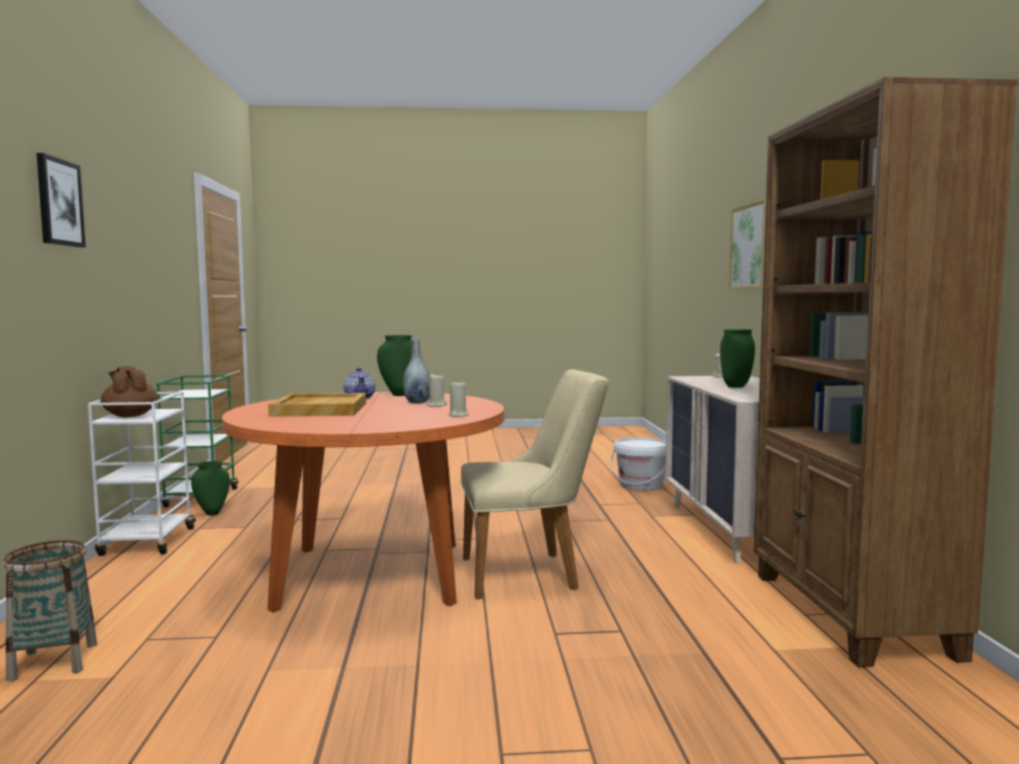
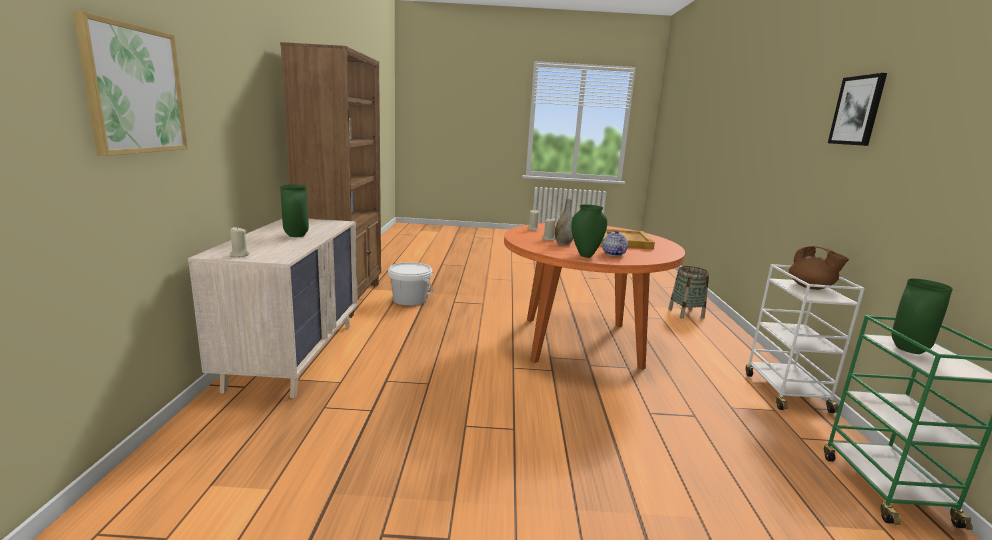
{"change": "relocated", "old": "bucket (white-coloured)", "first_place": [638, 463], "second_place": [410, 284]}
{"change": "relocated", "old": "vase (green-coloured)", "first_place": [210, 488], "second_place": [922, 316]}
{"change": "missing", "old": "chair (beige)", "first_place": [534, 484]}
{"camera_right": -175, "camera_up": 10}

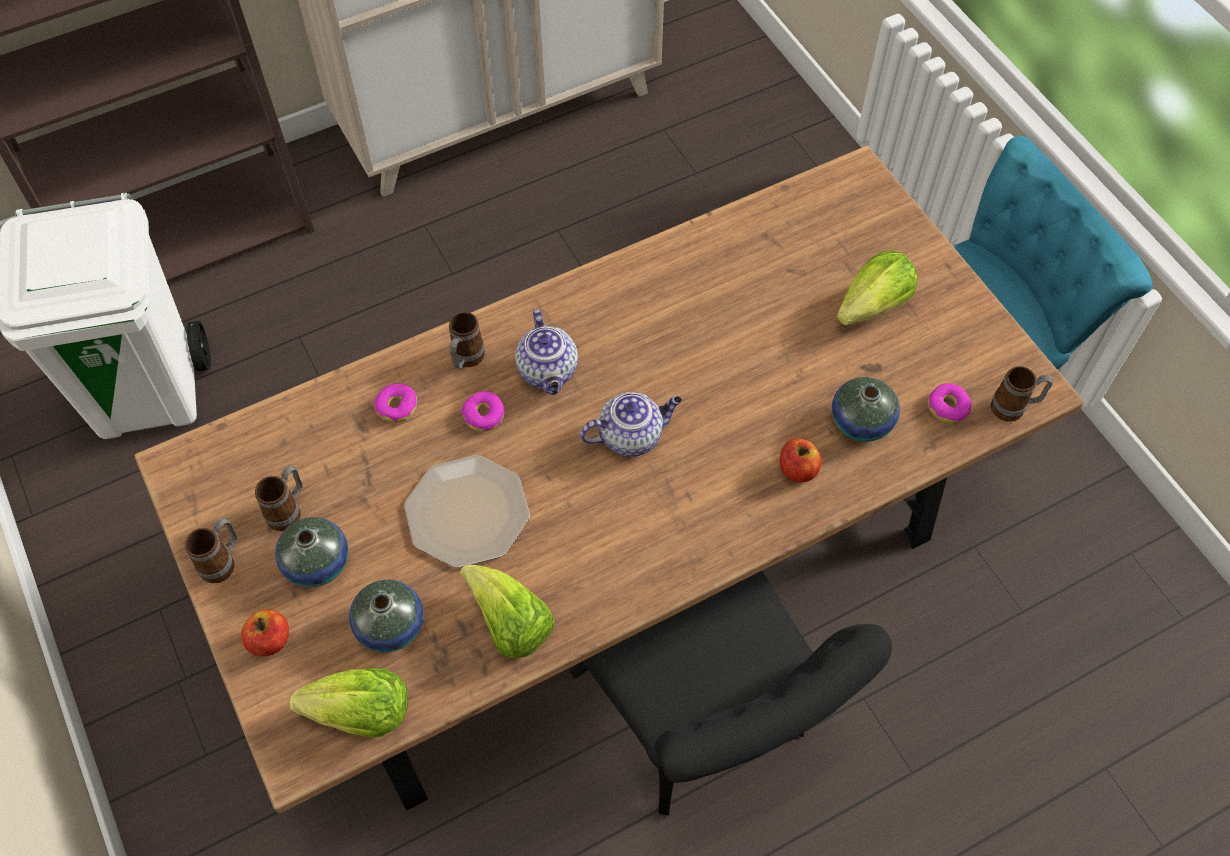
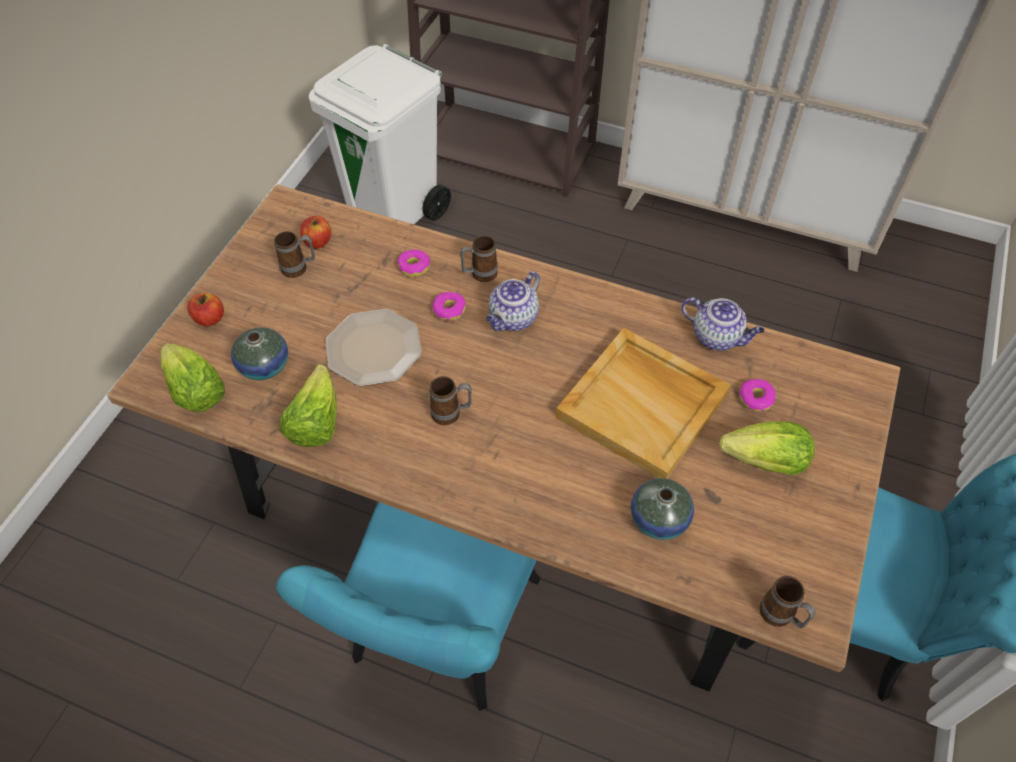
{"change": "colour", "old": "chair (black)", "new": "chair (blue-green)", "first_place": [731, 693], "second_place": [408, 606]}
{"change": "relocated", "old": "apple", "first_place": [801, 461], "second_place": [315, 232]}
{"change": "relocated", "old": "mug", "first_place": [211, 550], "second_place": [450, 400]}
{"change": "appeared", "new": "carrying tray (beige)", "second_place": [643, 403]}
{"change": "relocated", "old": "tea pot", "first_place": [631, 424], "second_place": [722, 324]}
{"change": "relocated", "old": "donut", "first_place": [950, 403], "second_place": [757, 395]}
{"change": "missing", "old": "vase", "first_place": [311, 552]}
{"camera_right": 50, "camera_up": -5}

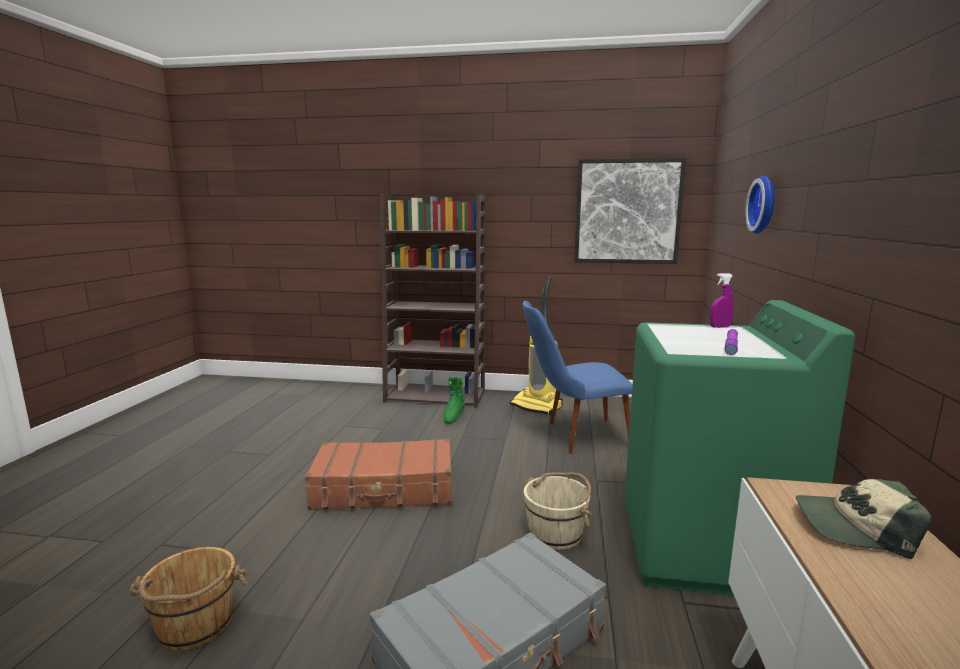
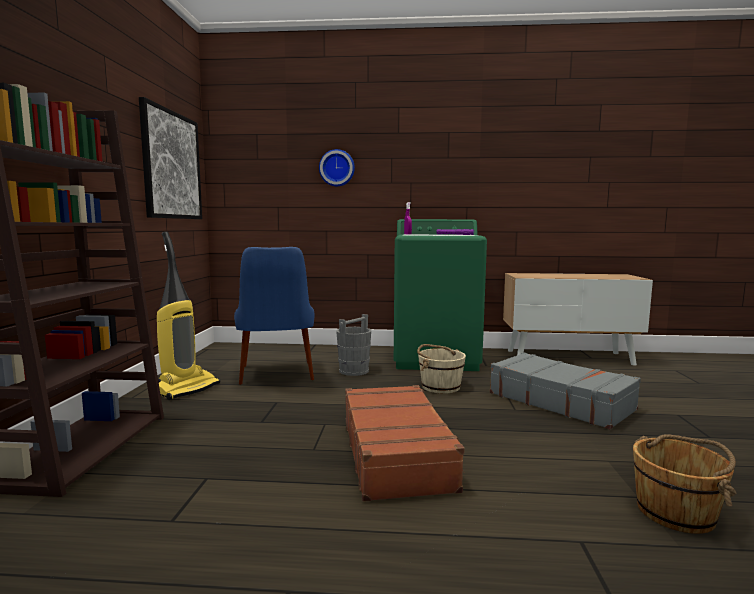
{"change": "appeared", "new": "bucket (gray)", "second_place": [353, 345]}
{"change": "missing", "old": "high-top boot (green-coloured)", "first_place": [454, 400]}
{"change": "missing", "old": "peaked cap", "first_place": [864, 519]}
{"camera_right": -95, "camera_up": -5}

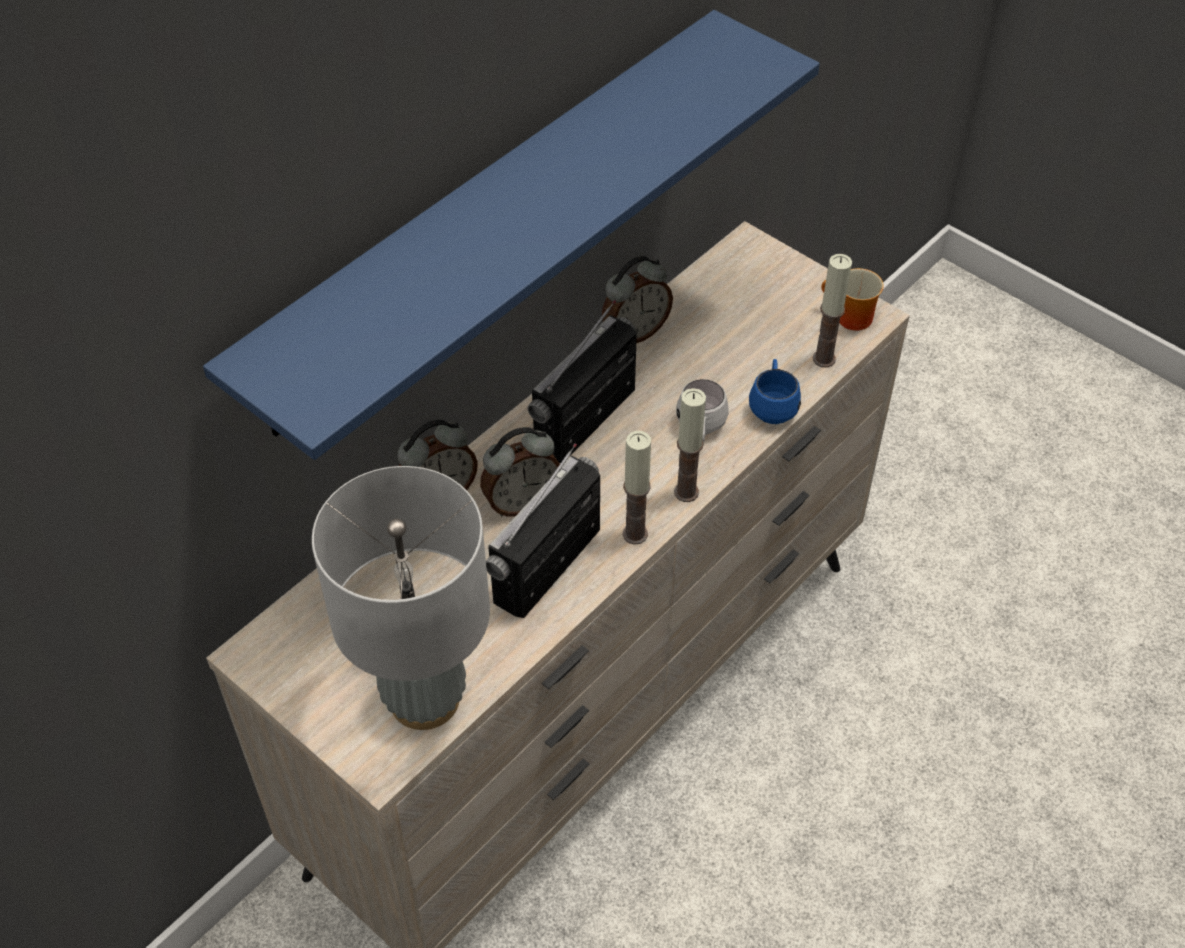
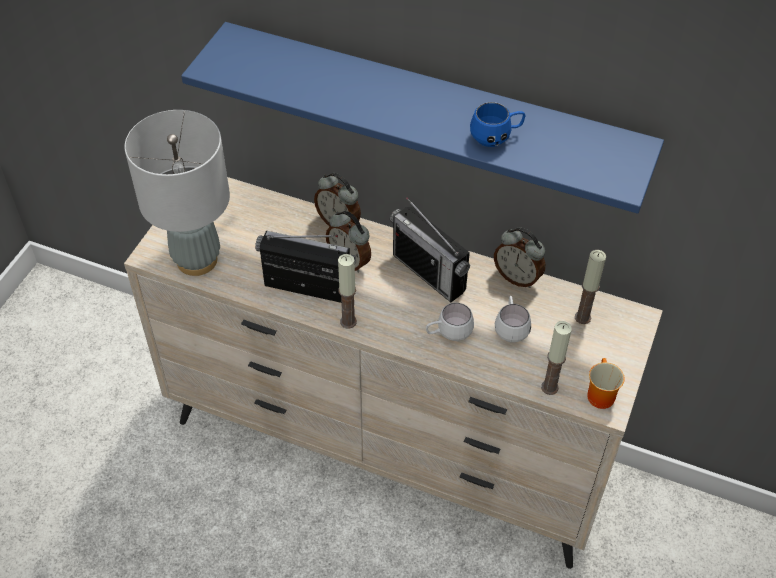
{"change": "spun", "old": "radio", "first_place": [582, 381], "second_place": [430, 249], "degrees": -150}
{"change": "relocated", "old": "mug (bluish)", "first_place": [775, 391], "second_place": [497, 124]}
{"change": "appeared", "new": "mug (white-coloured)", "second_place": [513, 319]}
{"change": "relocated", "old": "wax candle", "first_place": [690, 445], "second_place": [590, 287]}
{"camera_right": 70, "camera_up": 0}

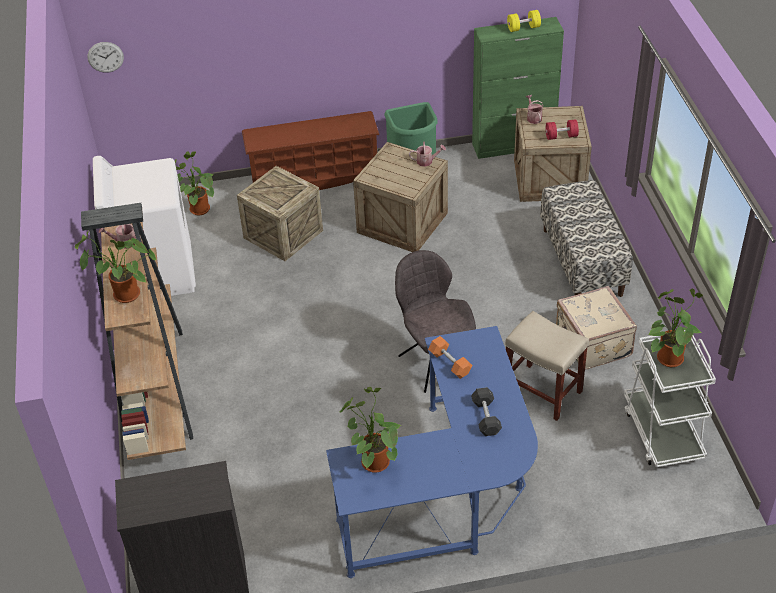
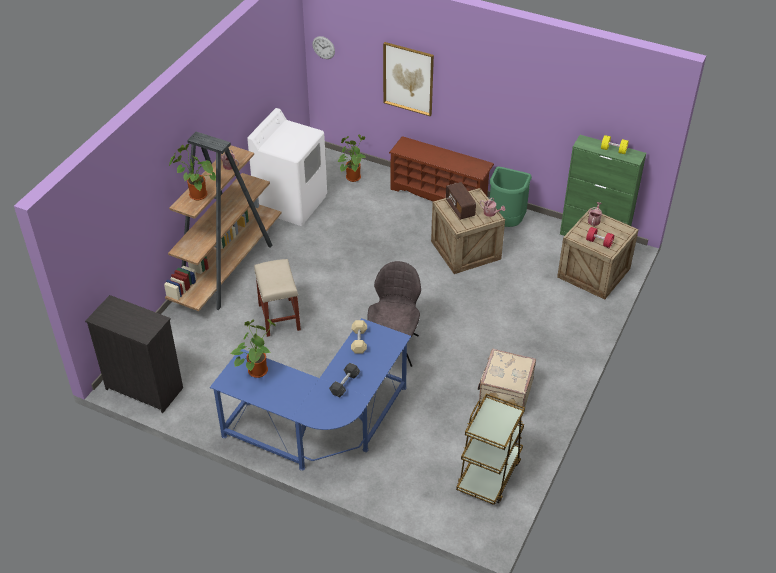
{"change": "relocated", "old": "stool (beige)", "first_place": [547, 366], "second_place": [277, 298]}
{"change": "colour", "old": "free weight (orangey)", "new": "free weight (beige)", "first_place": [450, 357], "second_place": [359, 337]}
{"change": "appeared", "new": "wall picture", "second_place": [408, 79]}
{"change": "appeared", "new": "radio", "second_place": [461, 201]}
{"change": "colour", "old": "cart (white-coloured)", "new": "cart (brown)", "first_place": [670, 398], "second_place": [490, 449]}
{"change": "missing", "old": "crate", "first_place": [280, 213]}
{"change": "missing", "old": "long seat", "first_place": [586, 238]}
{"change": "missing", "old": "houseplant", "first_place": [675, 328]}
{"camera_right": 35, "camera_up": 0}

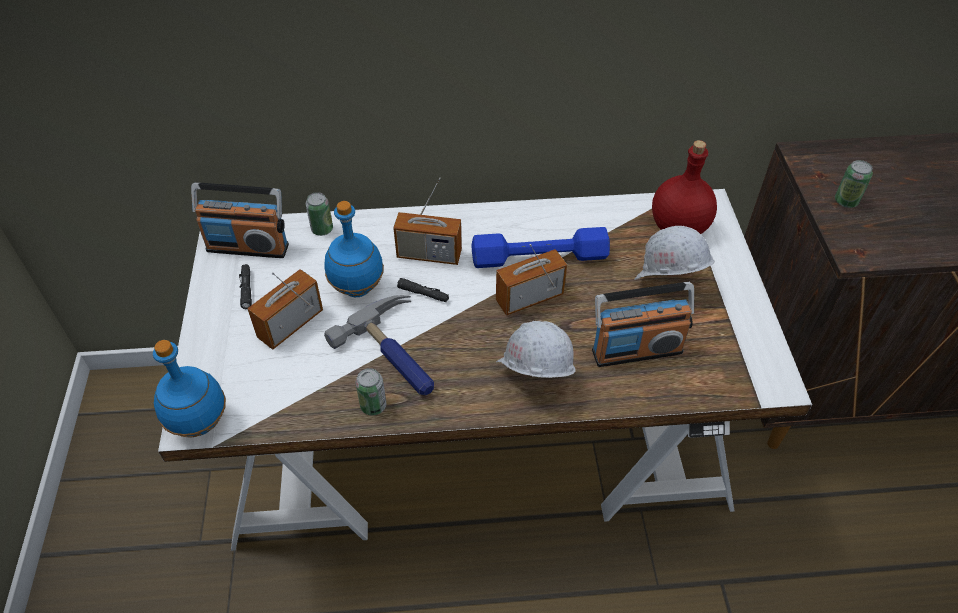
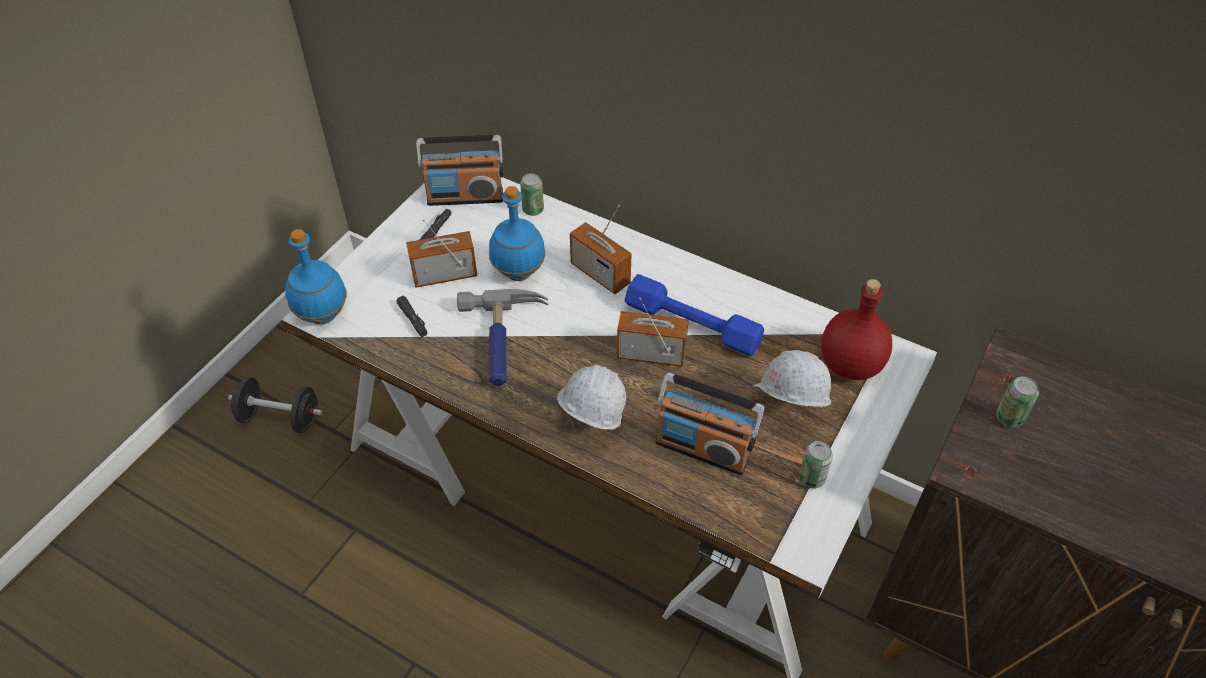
{"change": "appeared", "new": "free weight (black)", "second_place": [275, 405]}
{"change": "relocated", "old": "hand torch (black)", "first_place": [423, 290], "second_place": [411, 316]}
{"change": "spun", "old": "radio", "first_place": [240, 220], "second_place": [459, 170], "degrees": -45}
{"change": "relocated", "old": "sealed can", "first_place": [371, 391], "second_place": [816, 465]}
{"camera_right": 35, "camera_up": 0}

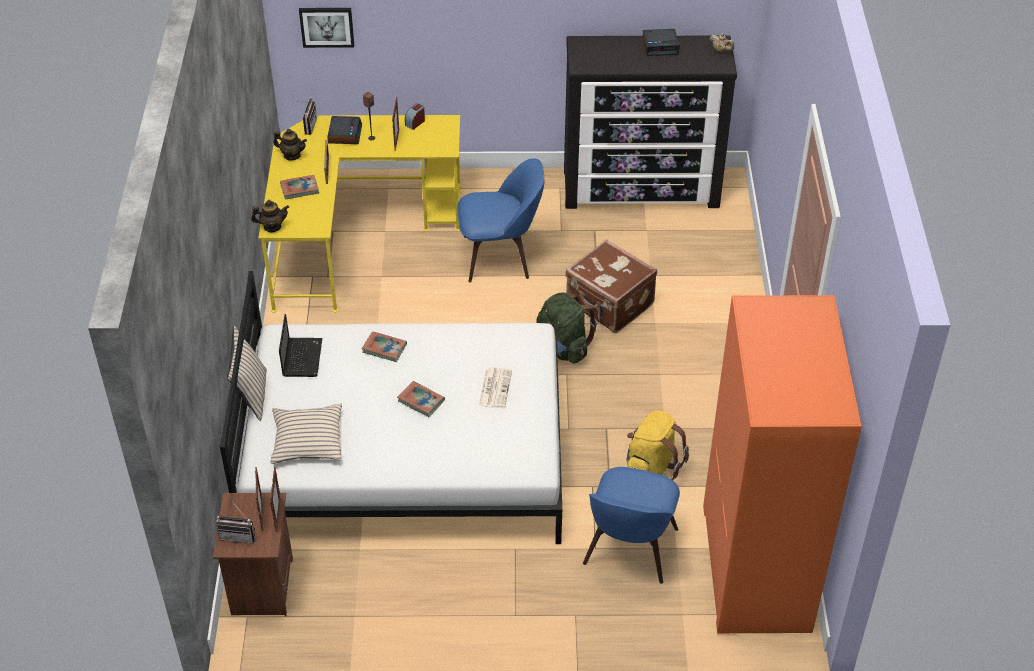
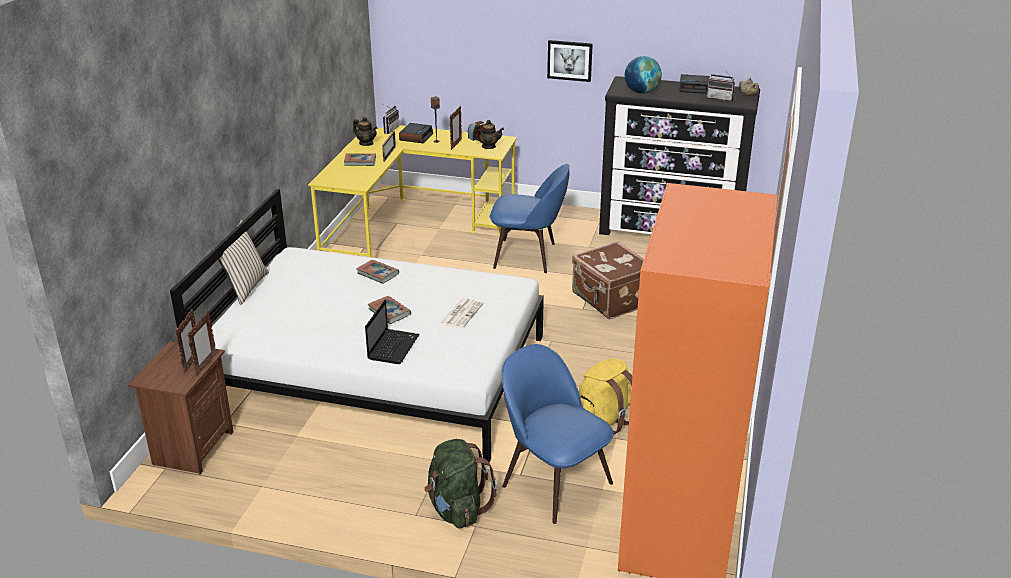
{"change": "relocated", "old": "laptop", "first_place": [300, 345], "second_place": [392, 332]}
{"change": "relocated", "old": "backpack (green-coloured)", "first_place": [567, 328], "second_place": [460, 483]}
{"change": "relocated", "old": "tea pot", "first_place": [270, 216], "second_place": [488, 134]}
{"change": "spun", "old": "chair (bluish)", "first_place": [631, 525], "second_place": [558, 434], "degrees": 105}
{"change": "relocated", "old": "wall picture", "first_place": [326, 28], "second_place": [570, 61]}
{"change": "appeared", "new": "globe", "second_place": [643, 75]}
{"change": "relocated", "old": "radio", "first_place": [235, 522], "second_place": [721, 83]}
{"change": "missing", "old": "throw pillow (beige)", "first_place": [306, 433]}
{"camera_right": 15, "camera_up": -15}

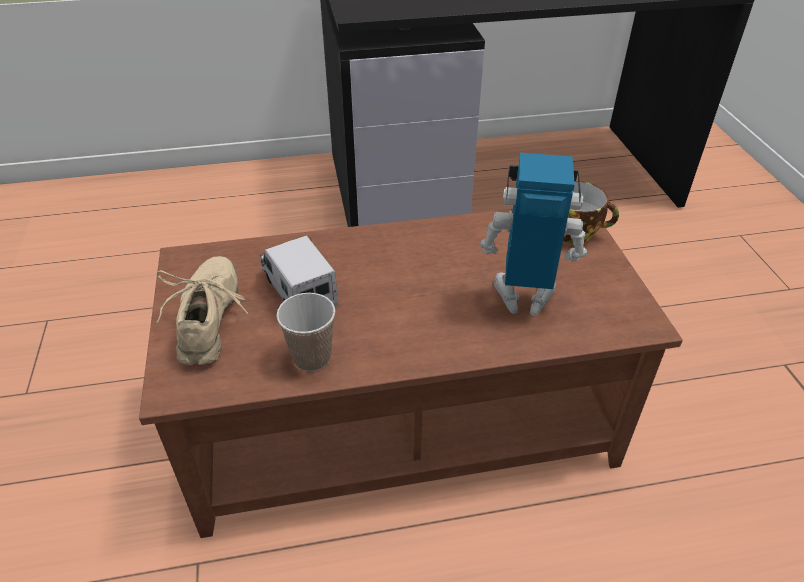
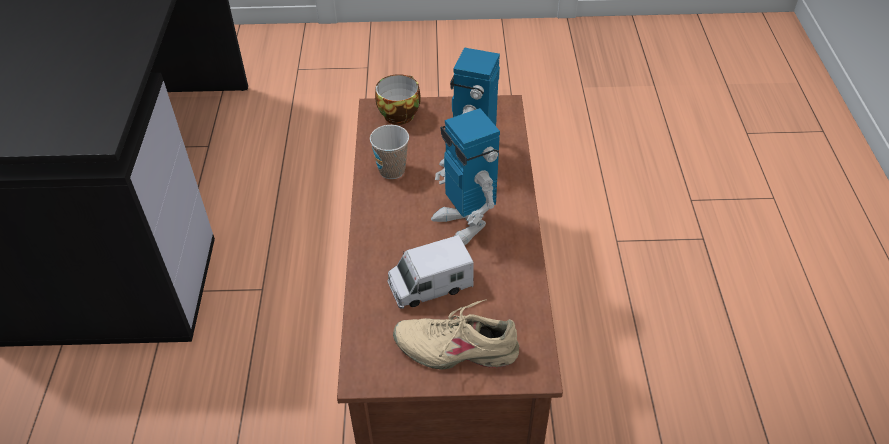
{"change": "relocated", "old": "cup", "first_place": [306, 332], "second_place": [389, 152]}
{"change": "appeared", "new": "toy robot", "second_place": [465, 176]}
{"camera_right": -80, "camera_up": 5}

